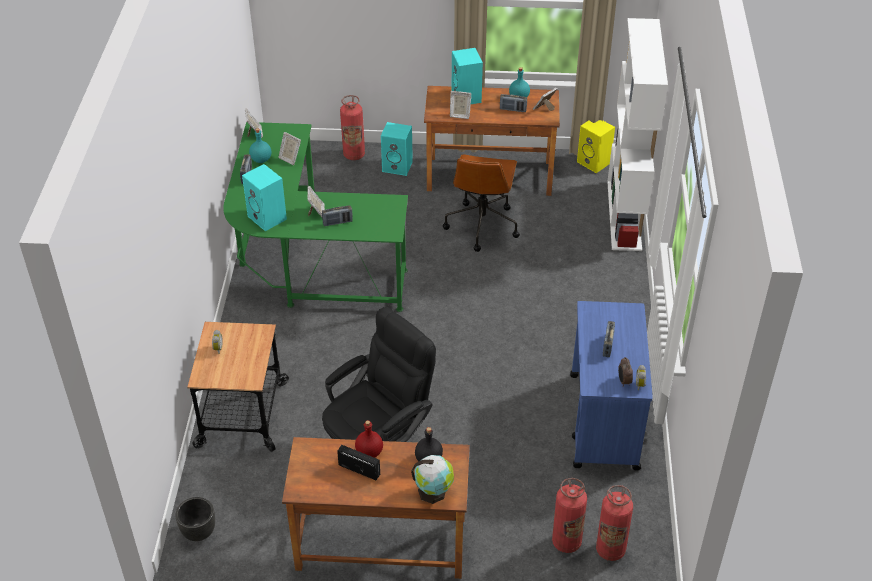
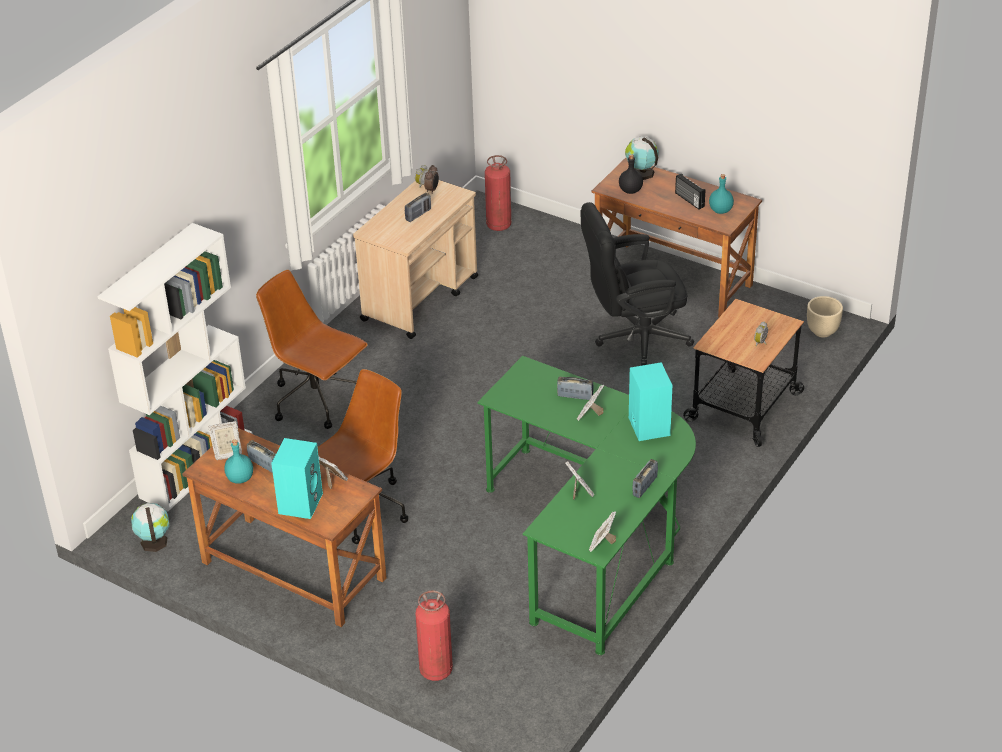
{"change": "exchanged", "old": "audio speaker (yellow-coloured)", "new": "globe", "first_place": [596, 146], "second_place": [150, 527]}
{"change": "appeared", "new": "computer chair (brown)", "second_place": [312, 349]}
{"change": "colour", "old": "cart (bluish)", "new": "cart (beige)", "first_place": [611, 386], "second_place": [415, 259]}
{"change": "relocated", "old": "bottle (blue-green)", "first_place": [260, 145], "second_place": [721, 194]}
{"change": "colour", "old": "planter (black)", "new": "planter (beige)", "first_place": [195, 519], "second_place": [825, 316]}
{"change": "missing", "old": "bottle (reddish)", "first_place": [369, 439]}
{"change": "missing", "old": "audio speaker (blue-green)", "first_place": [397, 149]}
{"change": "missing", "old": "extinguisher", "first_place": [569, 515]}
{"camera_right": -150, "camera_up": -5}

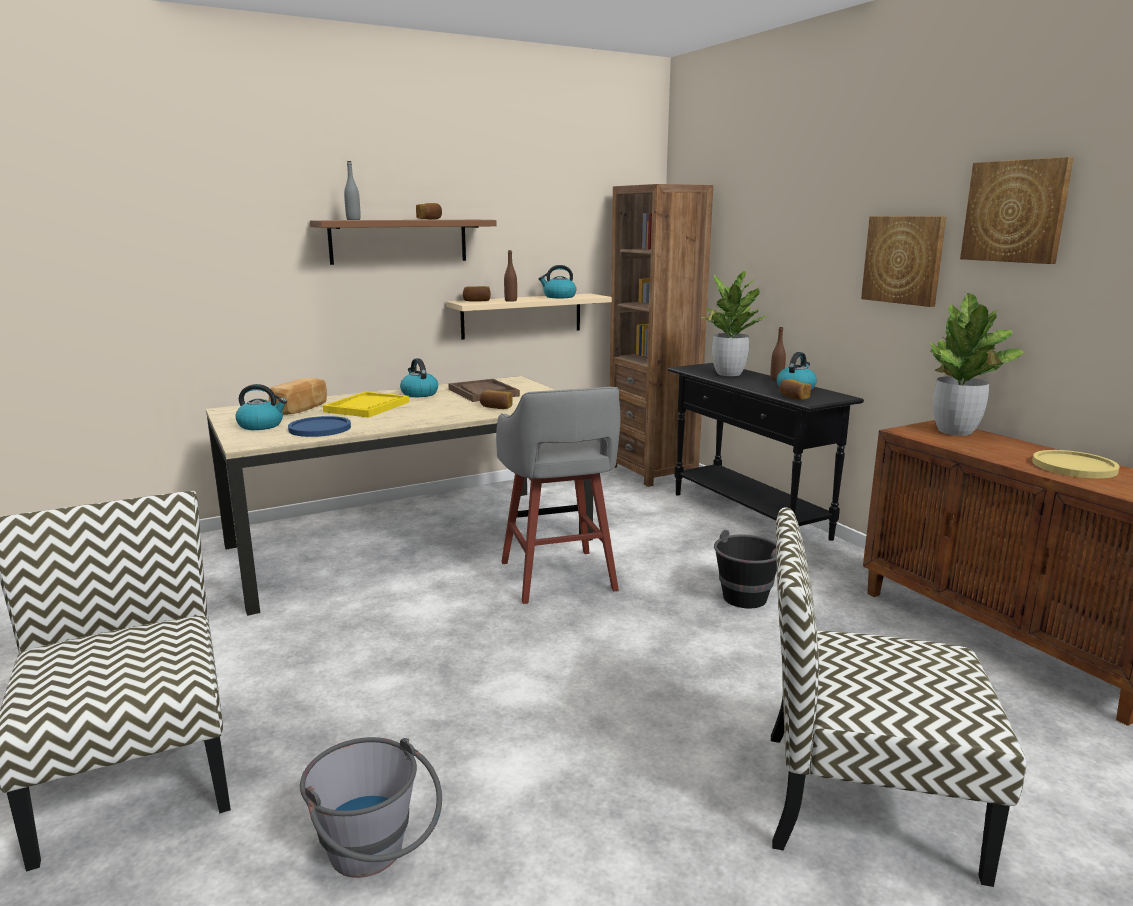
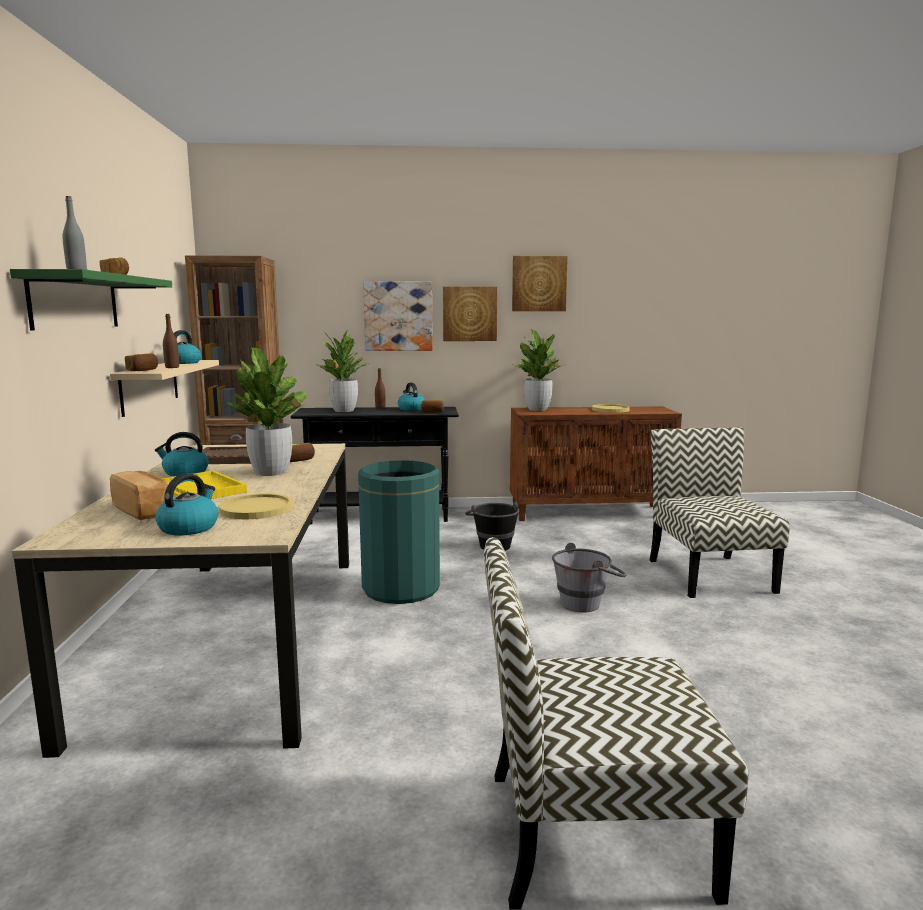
{"change": "colour", "old": "bracket shelf (brown)", "new": "bracket shelf (green-coloured)", "first_place": [403, 242], "second_place": [91, 299]}
{"change": "colour", "old": "dinner plate (bluish)", "new": "dinner plate (yellow-coloured)", "first_place": [319, 426], "second_place": [256, 506]}
{"change": "appeared", "new": "houseplant", "second_place": [267, 412]}
{"change": "exchanged", "old": "stool (gray)", "new": "waste bin (green-coloured)", "first_place": [558, 495], "second_place": [399, 532]}
{"change": "appeared", "new": "wall picture", "second_place": [398, 316]}
{"change": "relocated", "old": "bucket (gray)", "first_place": [371, 807], "second_place": [589, 577]}
{"change": "spun", "old": "chair", "first_place": [898, 697], "second_place": [719, 512], "degrees": 135}
{"camera_right": -65, "camera_up": -5}

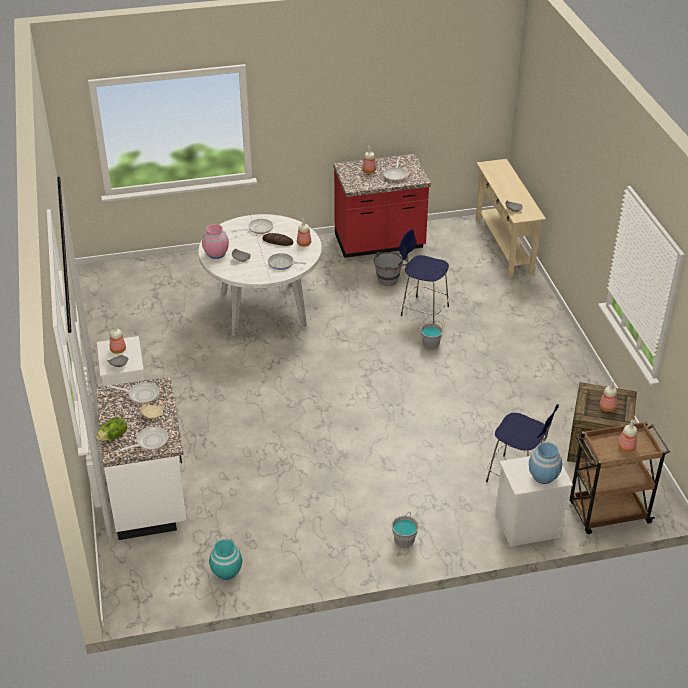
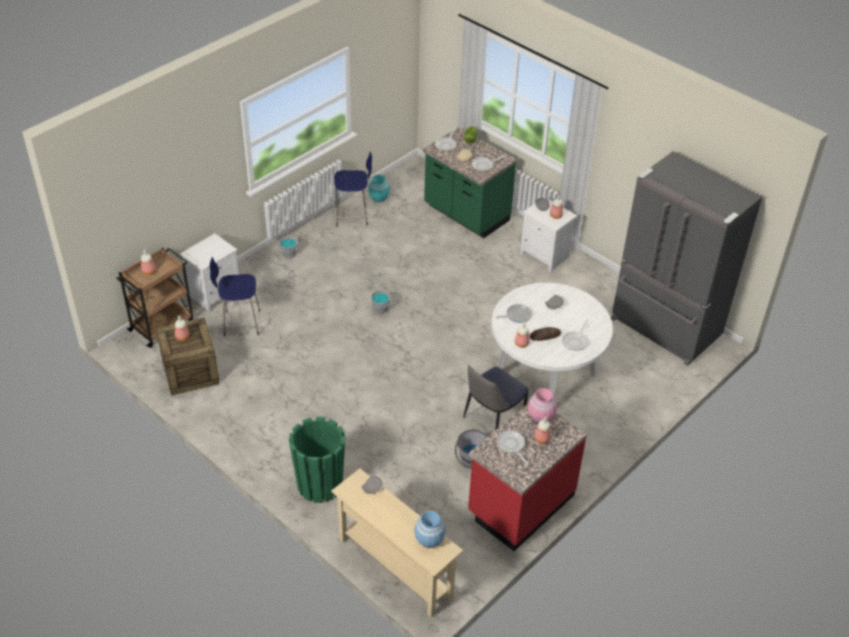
{"change": "appeared", "new": "planter (green-coloured)", "second_place": [317, 460]}
{"change": "relocated", "old": "stool (bluish)", "first_place": [424, 276], "second_place": [352, 189]}
{"change": "relocated", "old": "bucket (gray)", "first_place": [432, 335], "second_place": [380, 300]}
{"change": "relocated", "old": "vase (bluish)", "first_place": [545, 463], "second_place": [430, 529]}
{"change": "colour", "old": "kitchen base unit (white-coloured)", "new": "kitchen base unit (green-coloured)", "first_place": [141, 458], "second_place": [470, 182]}
{"change": "appeared", "new": "chair", "second_place": [495, 397]}
{"change": "relocated", "old": "vase (pinkish)", "first_place": [215, 241], "second_place": [542, 405]}
{"change": "appeared", "new": "kitchen fridge (gray)", "second_place": [686, 258]}
{"camera_right": 145, "camera_up": 5}

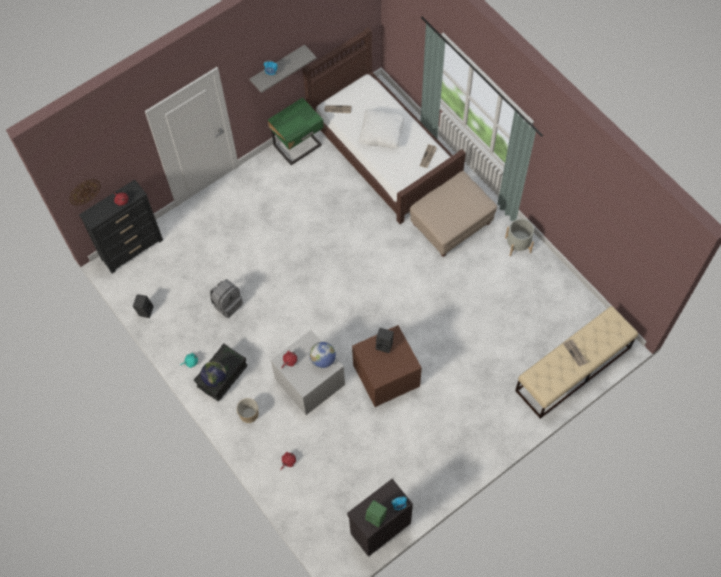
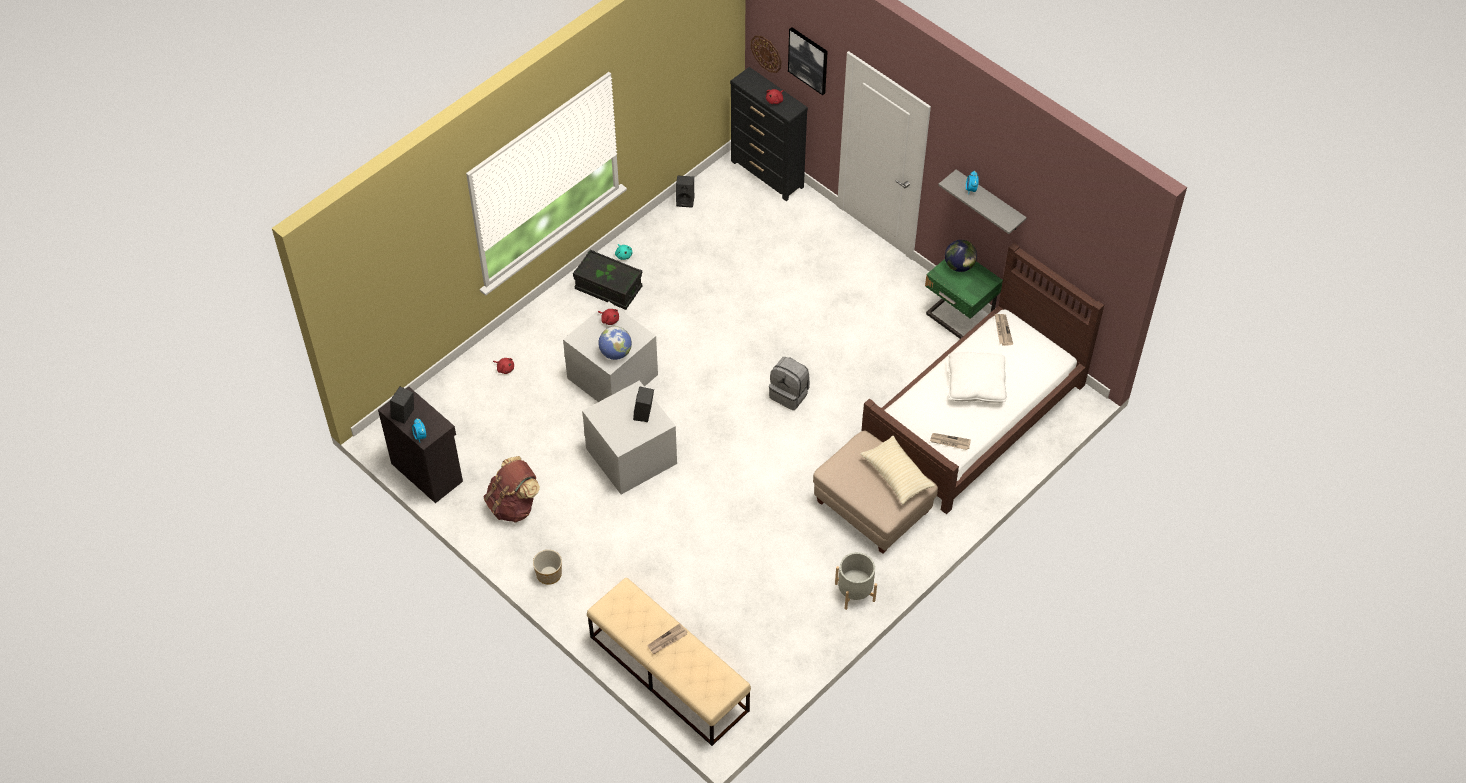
{"change": "colour", "old": "audio speaker (green-coloured)", "new": "audio speaker (black)", "first_place": [376, 514], "second_place": [402, 405]}
{"change": "appeared", "new": "backpack (brown)", "second_place": [512, 489]}
{"change": "relocated", "old": "planter", "first_place": [247, 410], "second_place": [547, 567]}
{"change": "colour", "old": "storage box (brown)", "new": "storage box (gray)", "first_place": [387, 366], "second_place": [629, 438]}
{"change": "relocated", "old": "backpack (gray)", "first_place": [226, 298], "second_place": [789, 383]}
{"change": "appeared", "new": "wall picture", "second_place": [808, 61]}
{"change": "appeared", "new": "throw pillow (beige)", "second_place": [898, 470]}
{"change": "relocated", "old": "globe", "first_place": [213, 374], "second_place": [961, 256]}
{"camera_right": 80, "camera_up": -10}

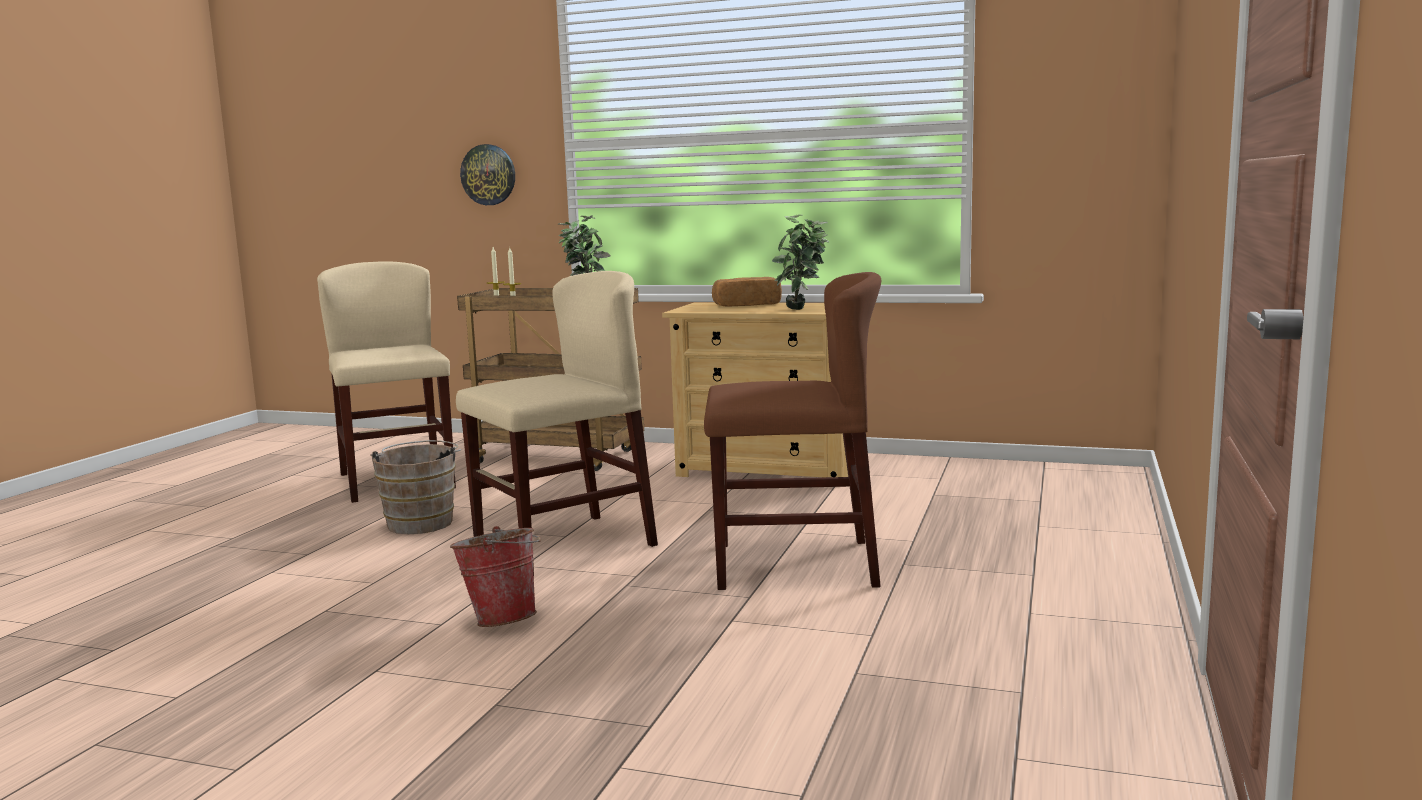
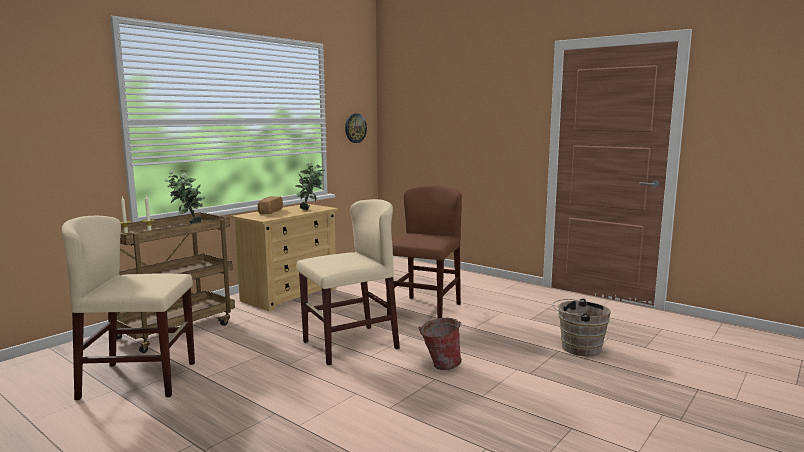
{"change": "spun", "old": "chair (beige)", "first_place": [557, 422], "second_place": [348, 282], "degrees": 75}
{"change": "relocated", "old": "clock on the wall", "first_place": [487, 174], "second_place": [356, 128]}
{"change": "relocated", "old": "bucket (brown)", "first_place": [415, 487], "second_place": [581, 327]}
{"camera_right": -70, "camera_up": 0}

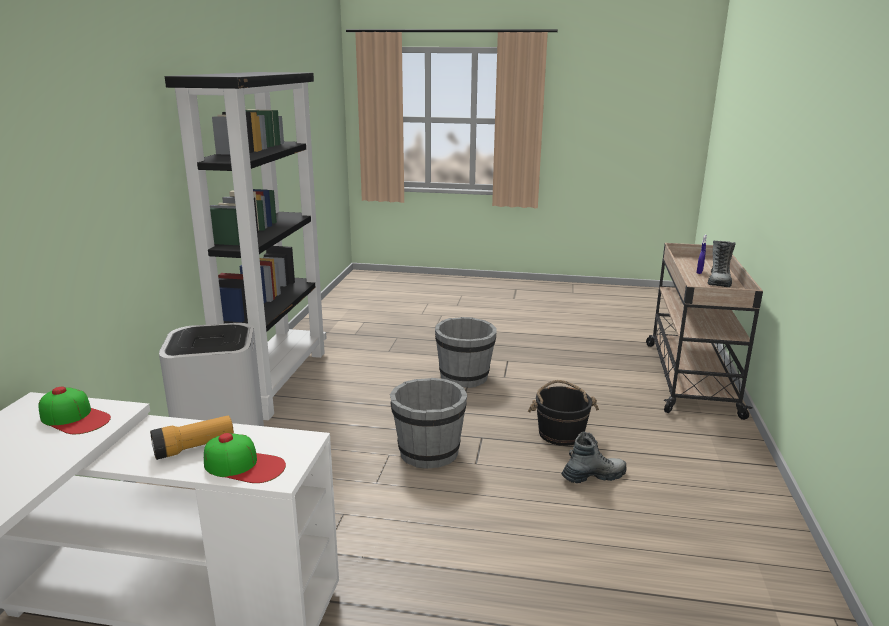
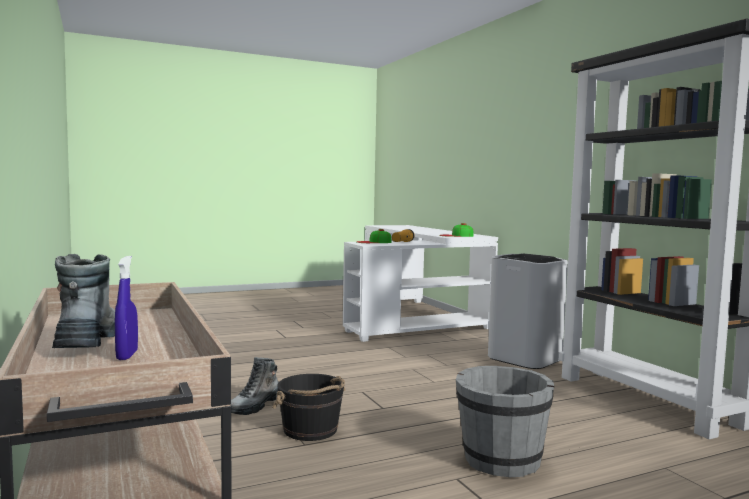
{"change": "missing", "old": "bucket (gray)", "first_place": [428, 423]}
{"camera_right": 145, "camera_up": -15}

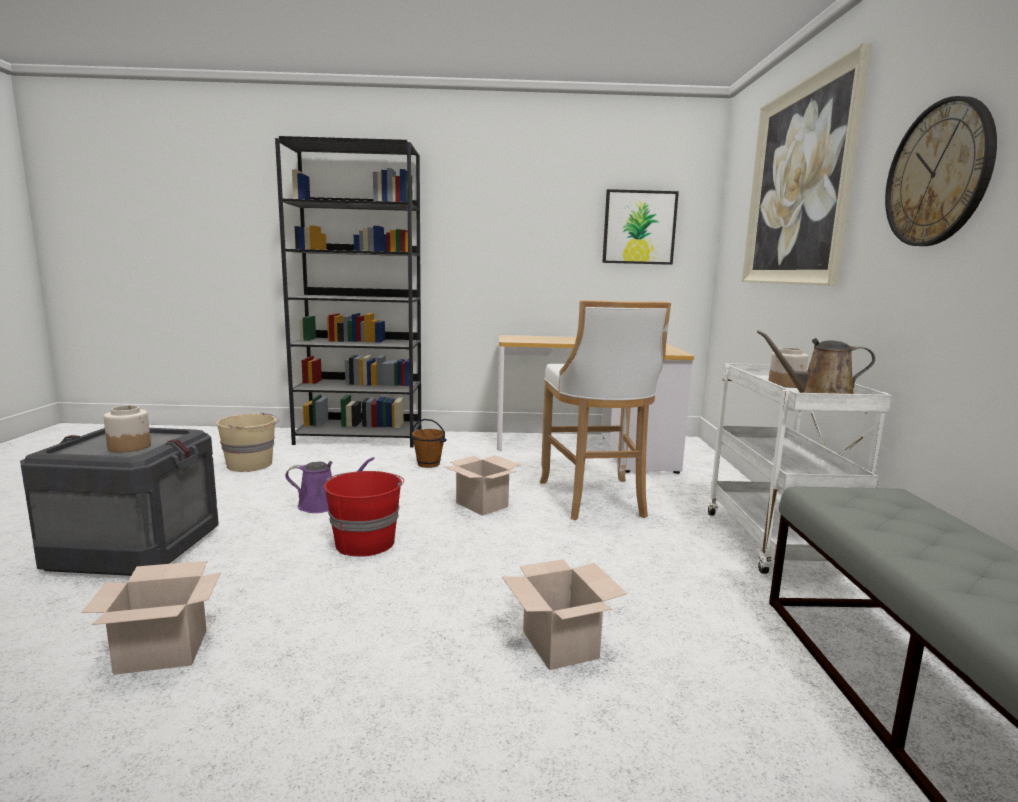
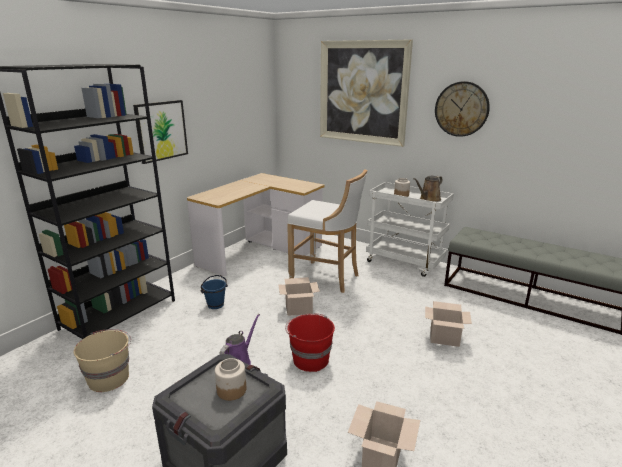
{"change": "relocated", "old": "wall picture", "first_place": [640, 227], "second_place": [160, 132]}
{"change": "colour", "old": "bucket (brown)", "new": "bucket (bluish)", "first_place": [429, 443], "second_place": [214, 292]}
{"camera_right": -55, "camera_up": 10}

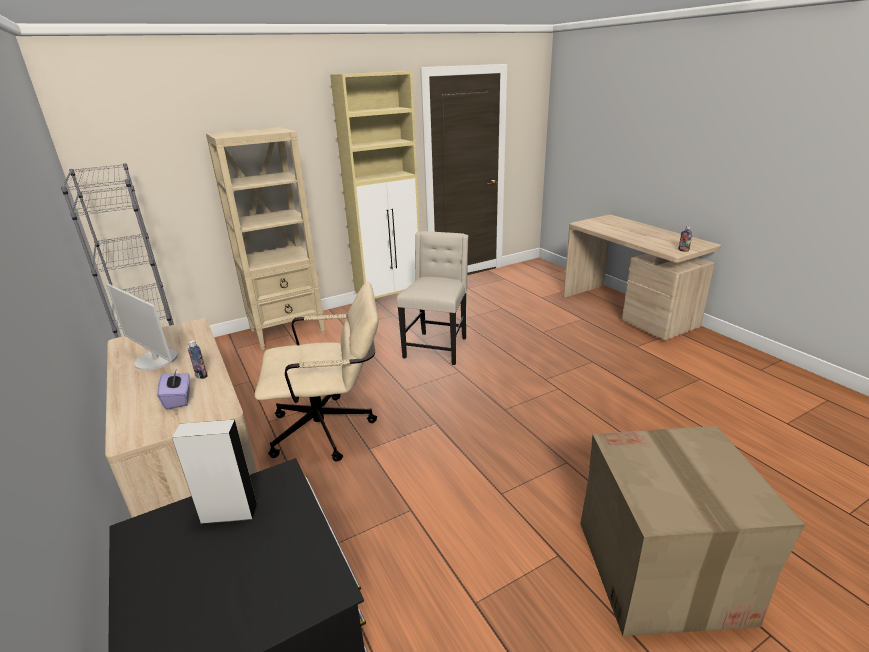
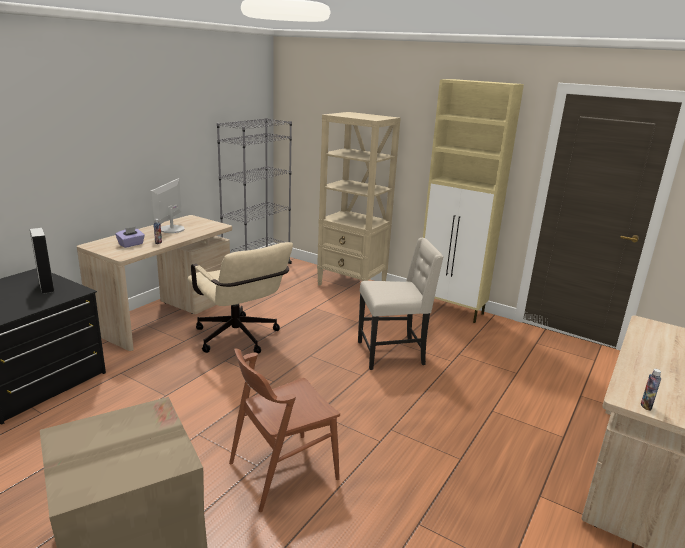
{"change": "appeared", "new": "chair (brown)", "second_place": [284, 430]}
{"camera_right": 60, "camera_up": -5}

